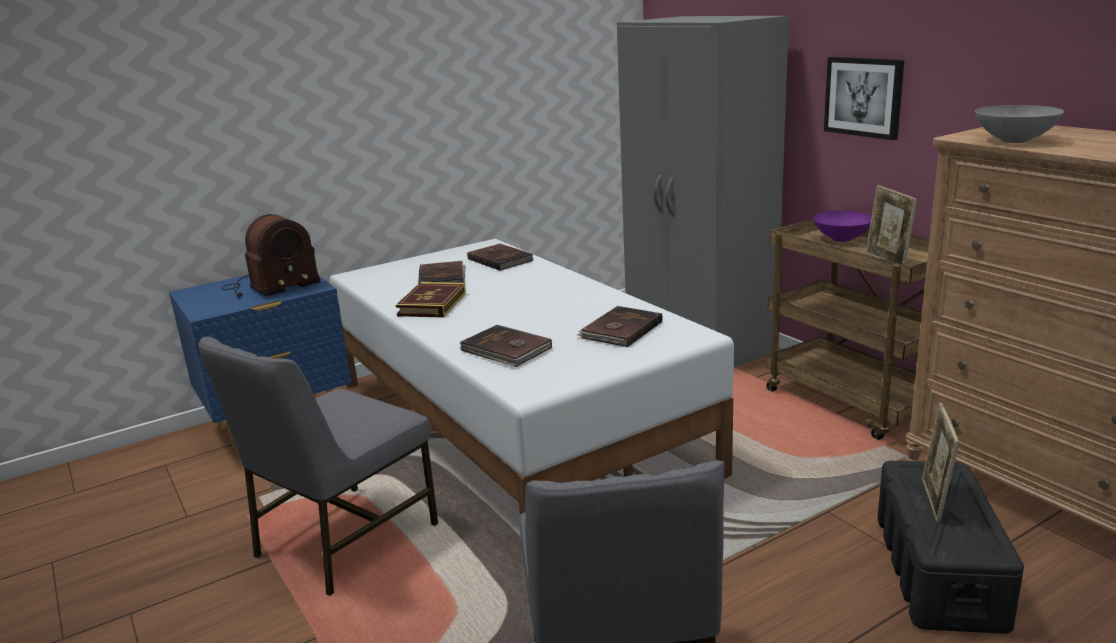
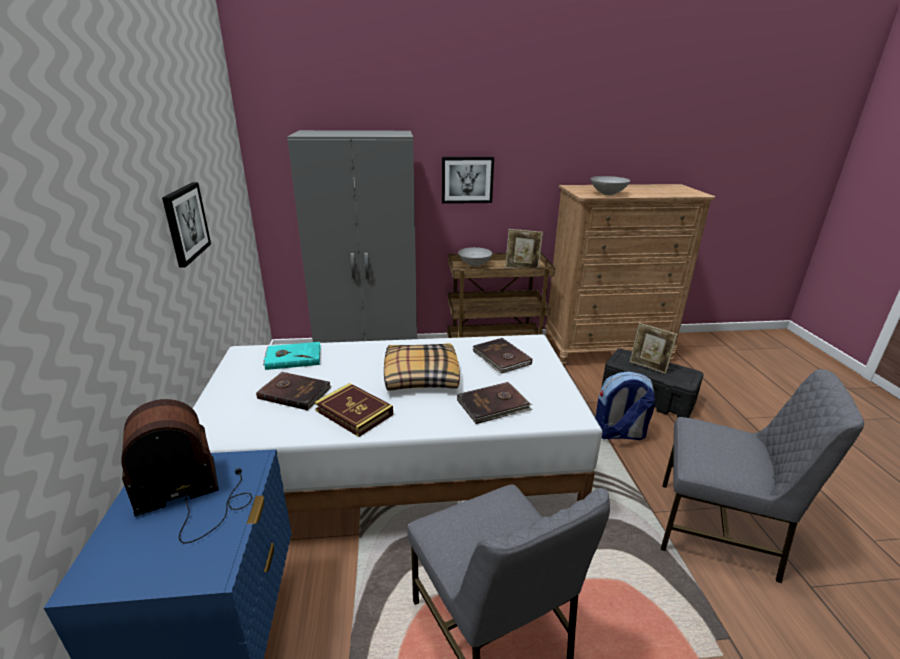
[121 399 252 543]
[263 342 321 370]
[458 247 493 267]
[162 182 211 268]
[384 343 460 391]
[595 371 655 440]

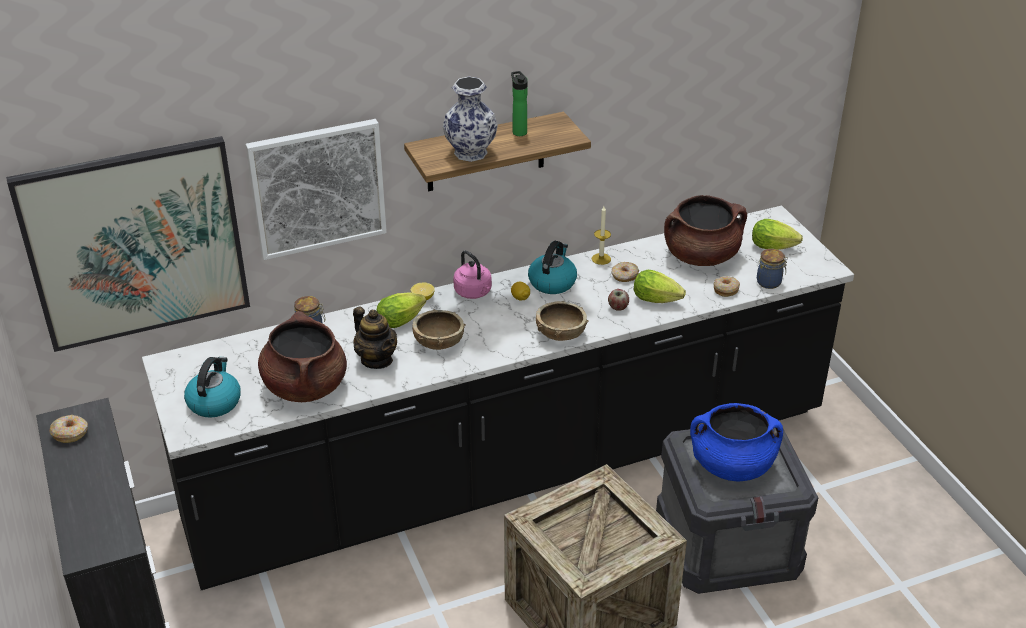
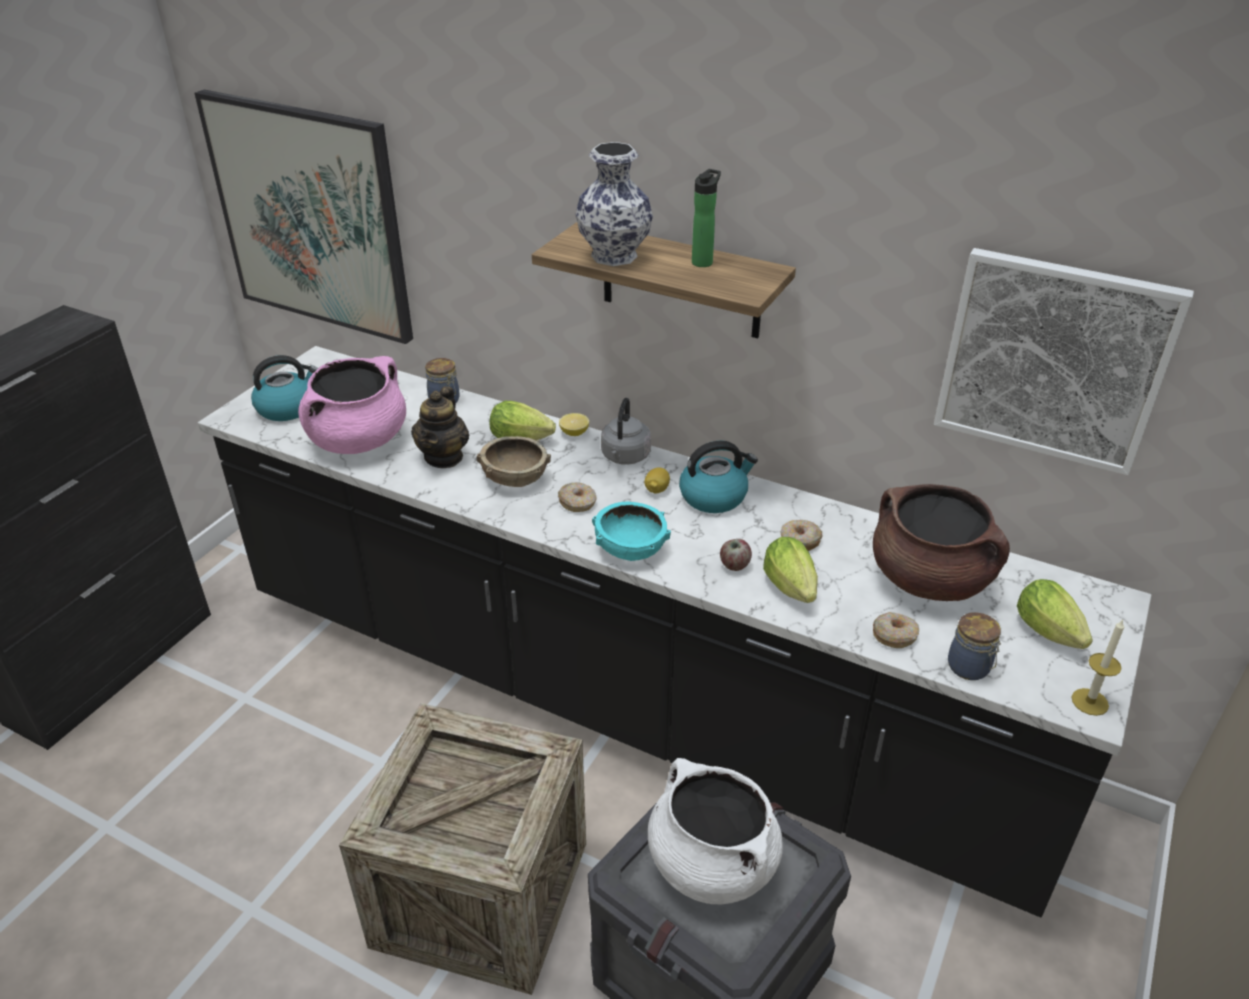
[558 482 597 512]
[934 248 1194 475]
[298 356 406 454]
[601 398 651 465]
[592 501 671 561]
[1072 619 1124 716]
[648 758 783 904]

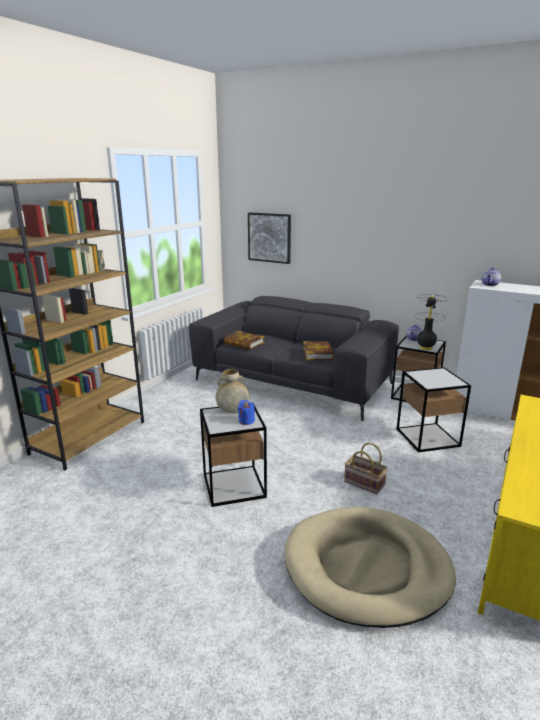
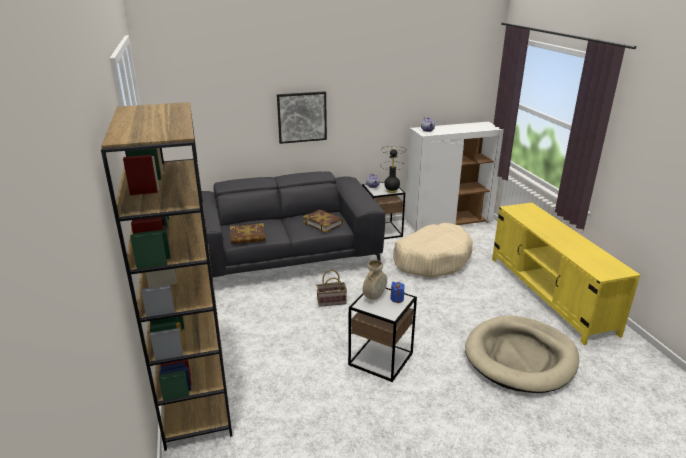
[277 91 327 144]
[316 270 347 307]
[393 223 473 277]

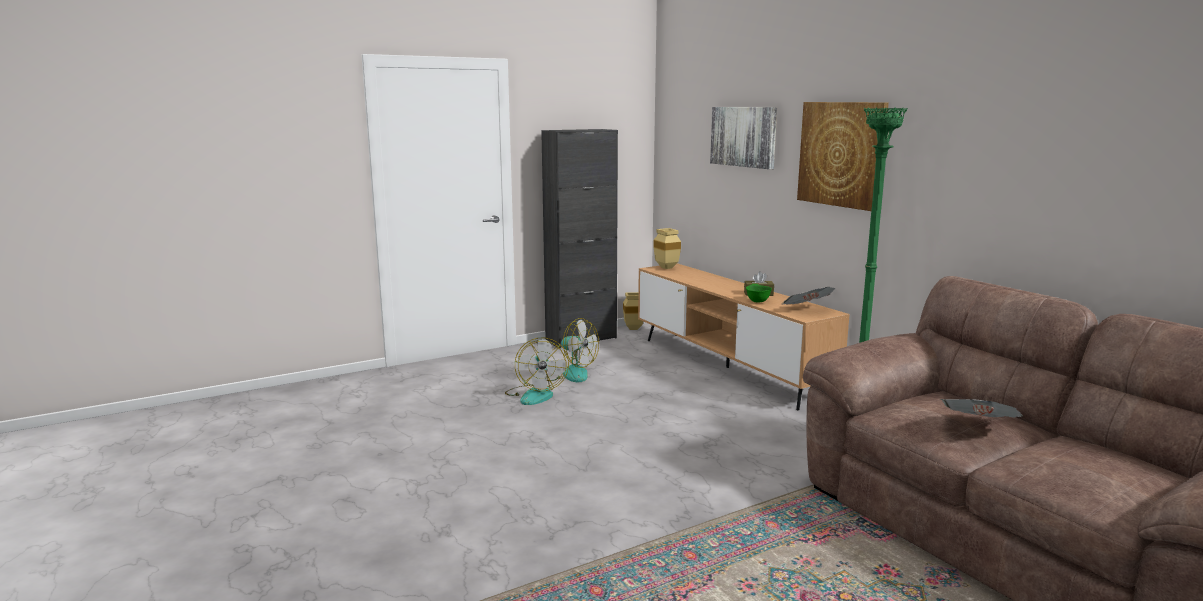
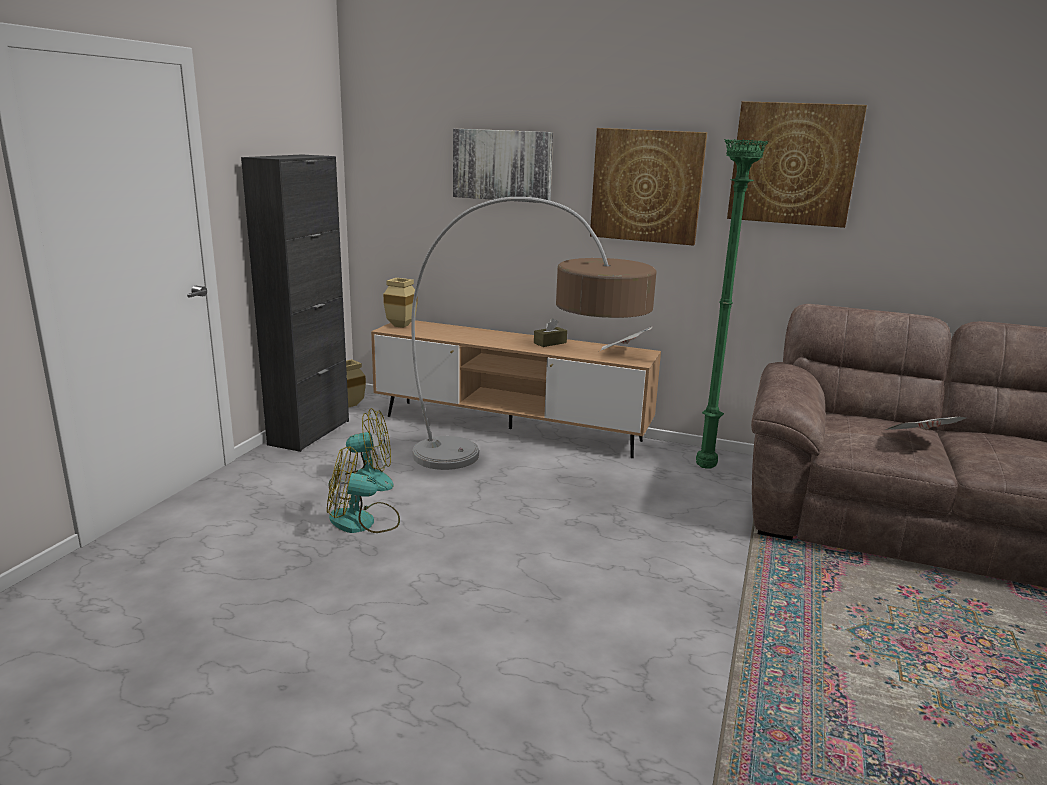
[327 446 400 533]
[746 284 772 302] (first image)
[411 197 656 470]
[727 101 867 228]

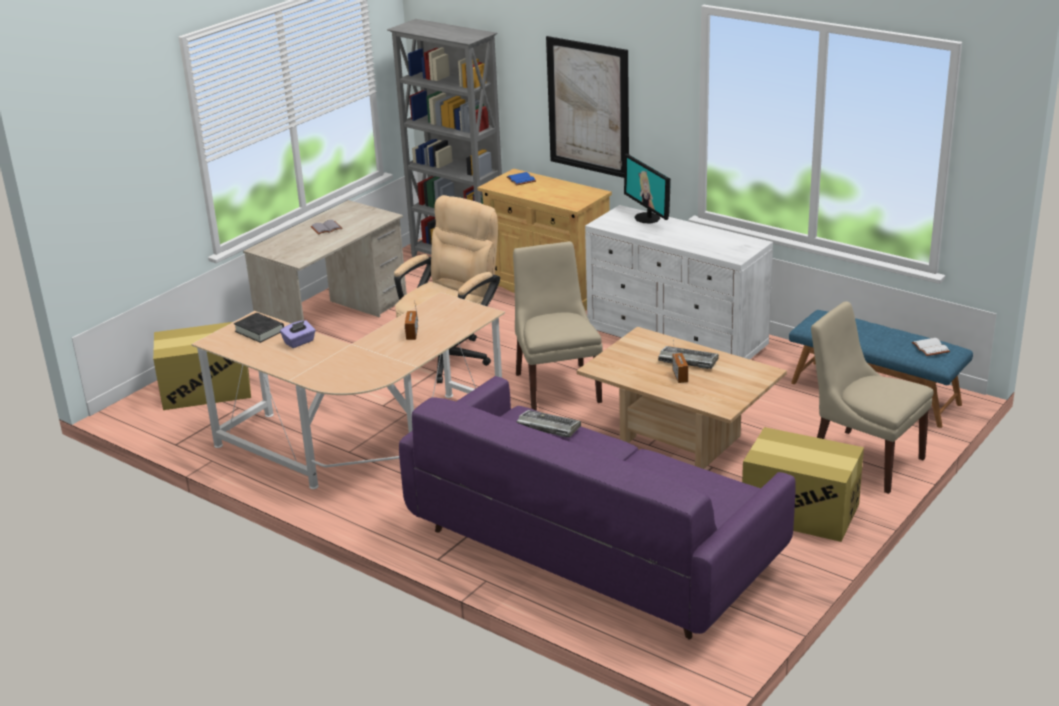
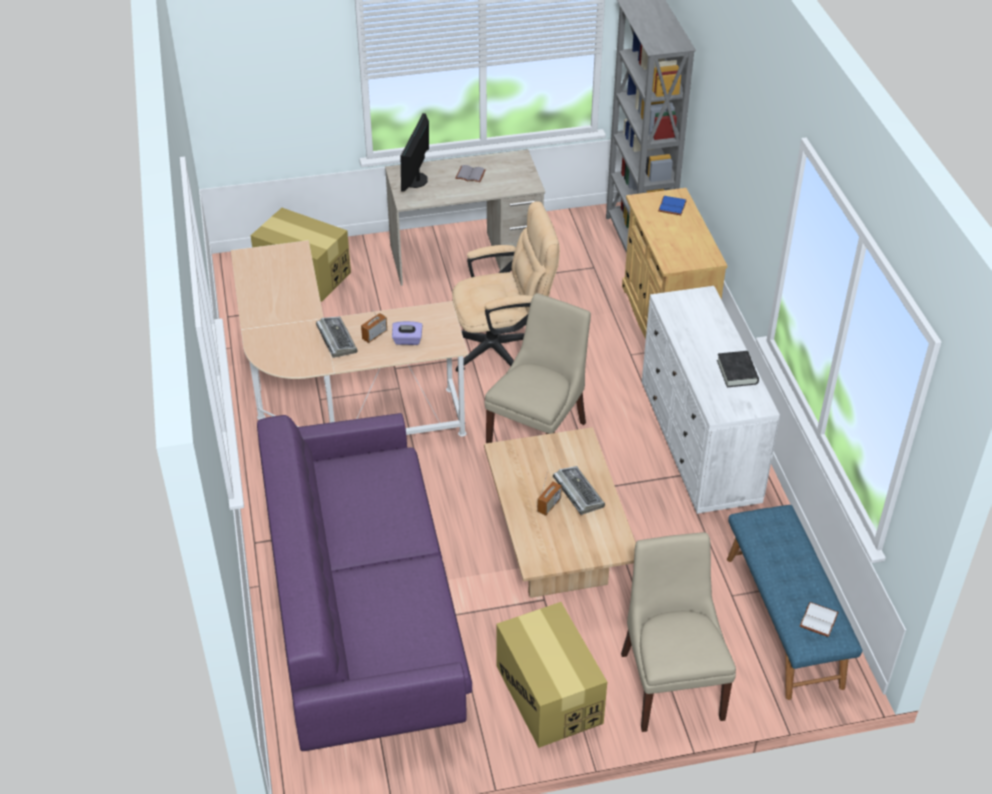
[717 351 759 387]
[392 321 423 345]
[316 317 357 358]
[546 36 629 178] (first image)
[401 113 429 192]

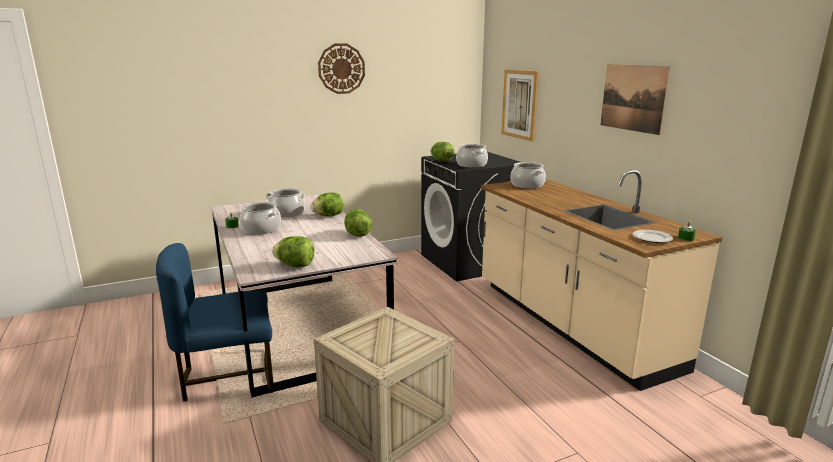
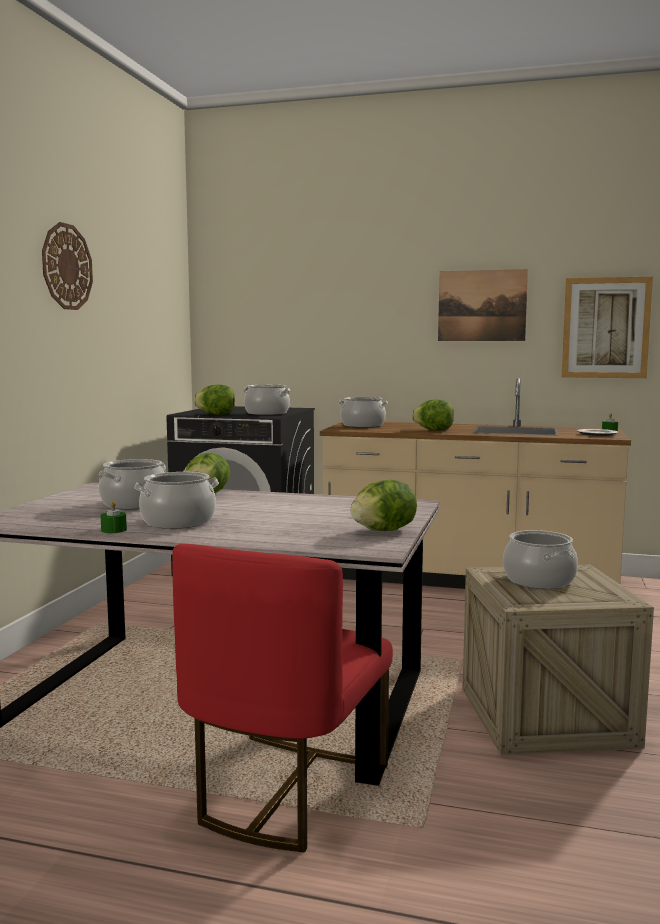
[172 544 393 852]
[412 400 454 430]
[562 277 653 378]
[503 530 578 589]

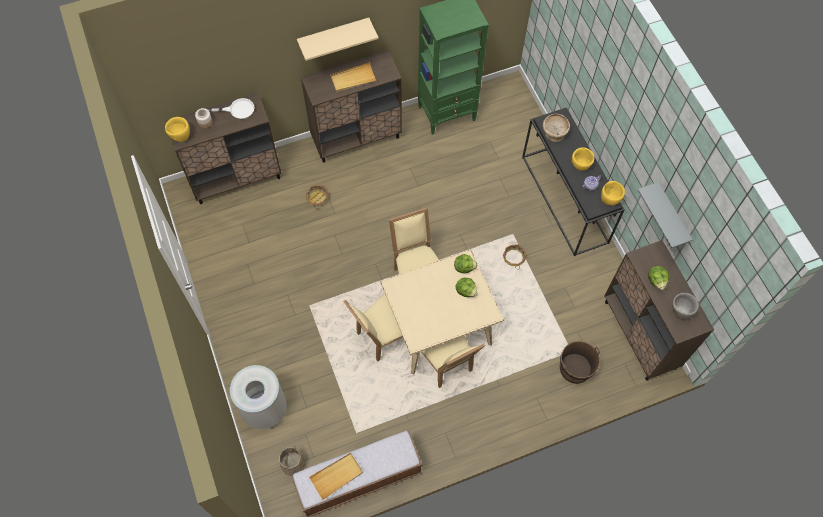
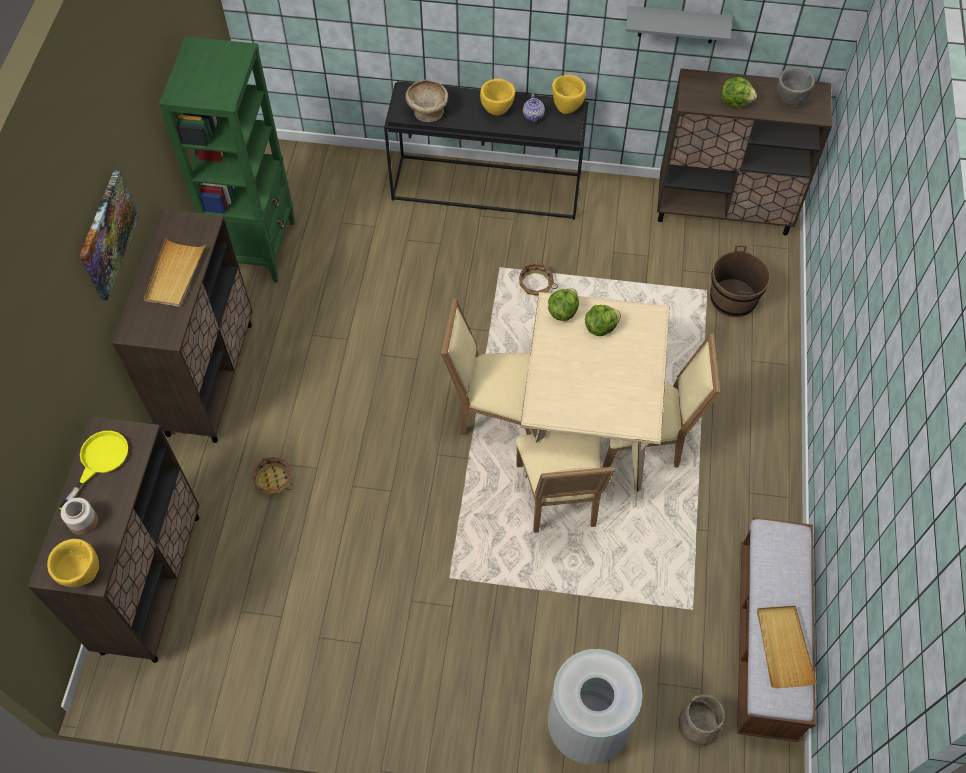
[58 431 128 510]
[79 170 139 301]

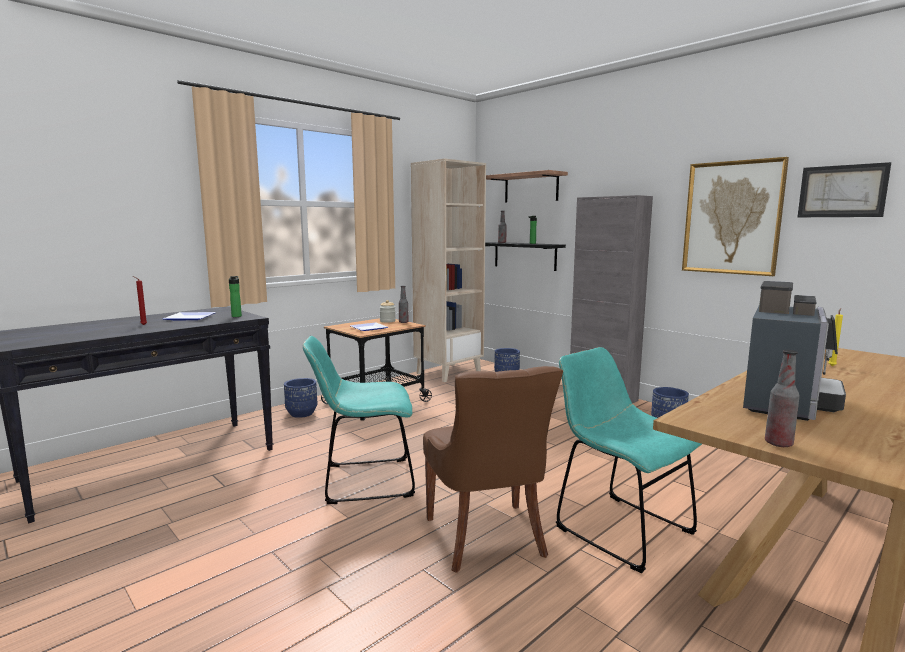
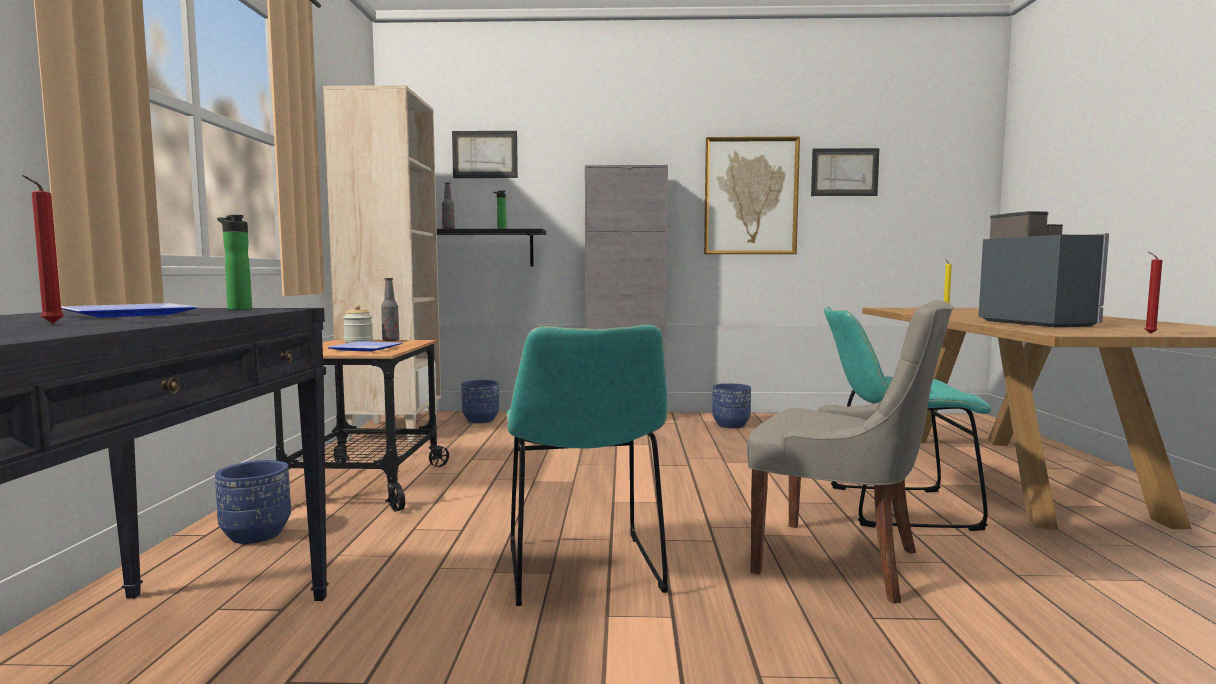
[506 325 668 606]
[747 300 954 603]
[452 131 518 178]
[1145 252 1162 334]

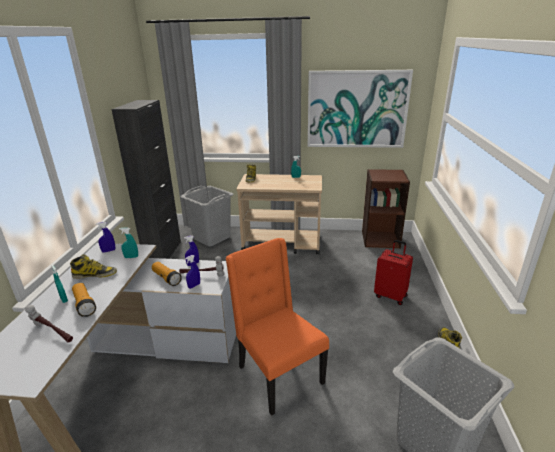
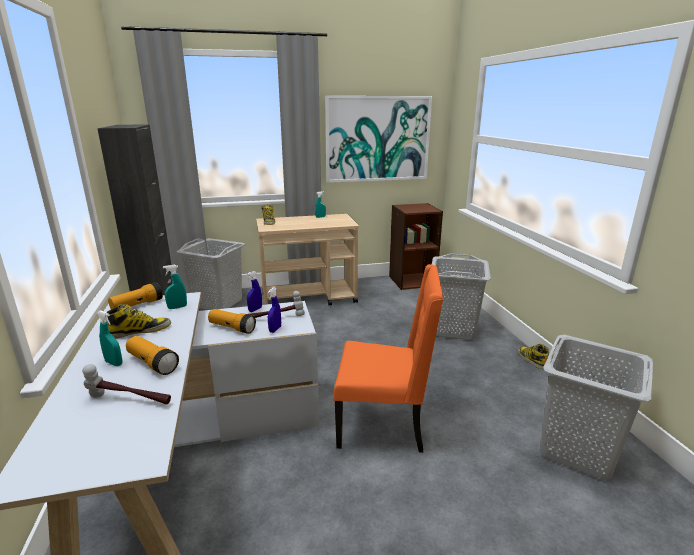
[108 282 163 309]
[333 264 443 453]
[432 254 491 340]

